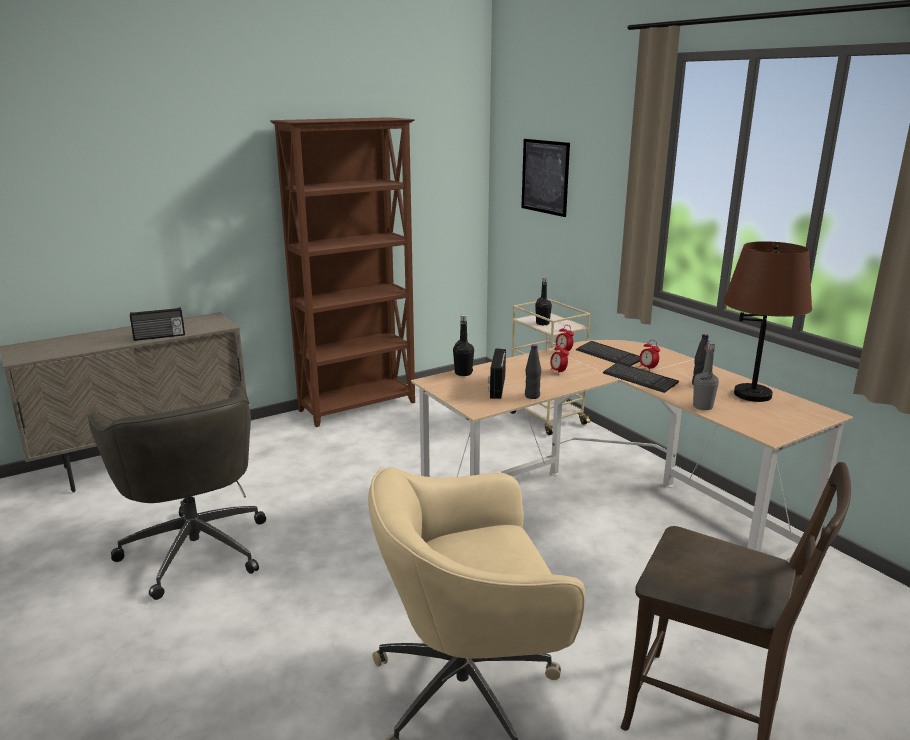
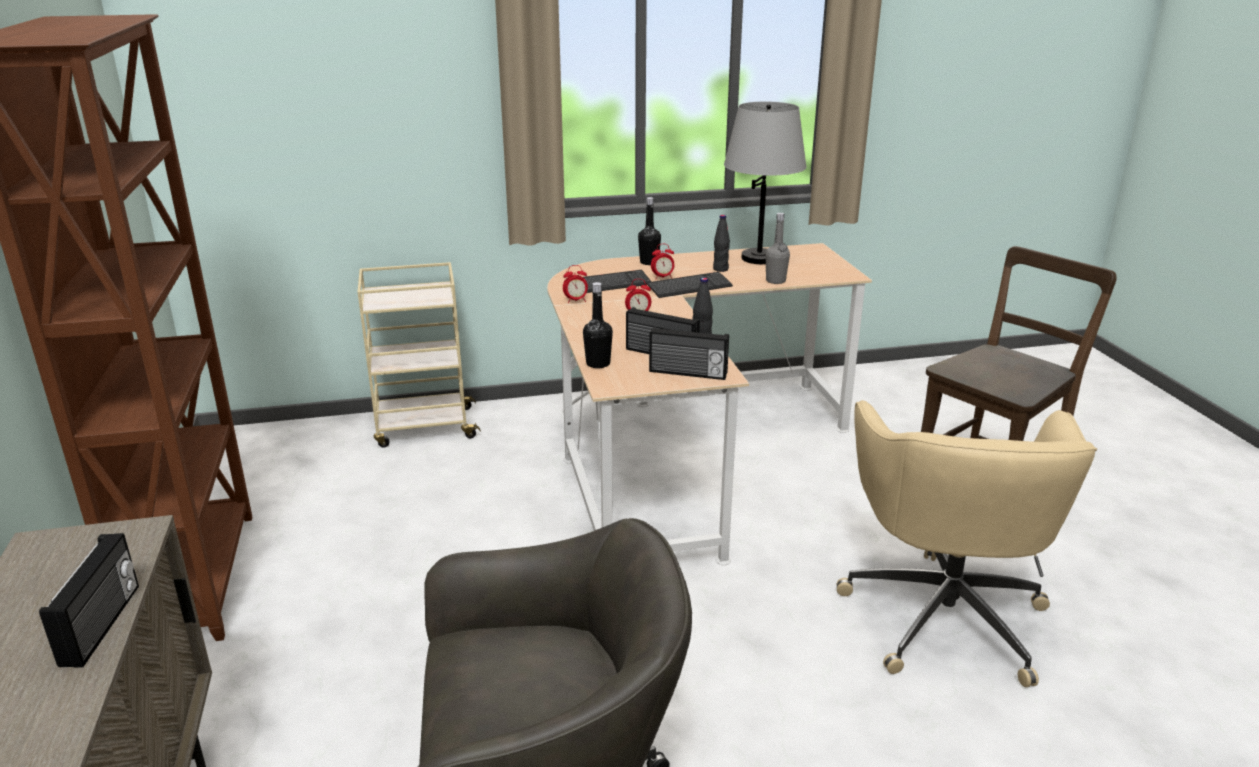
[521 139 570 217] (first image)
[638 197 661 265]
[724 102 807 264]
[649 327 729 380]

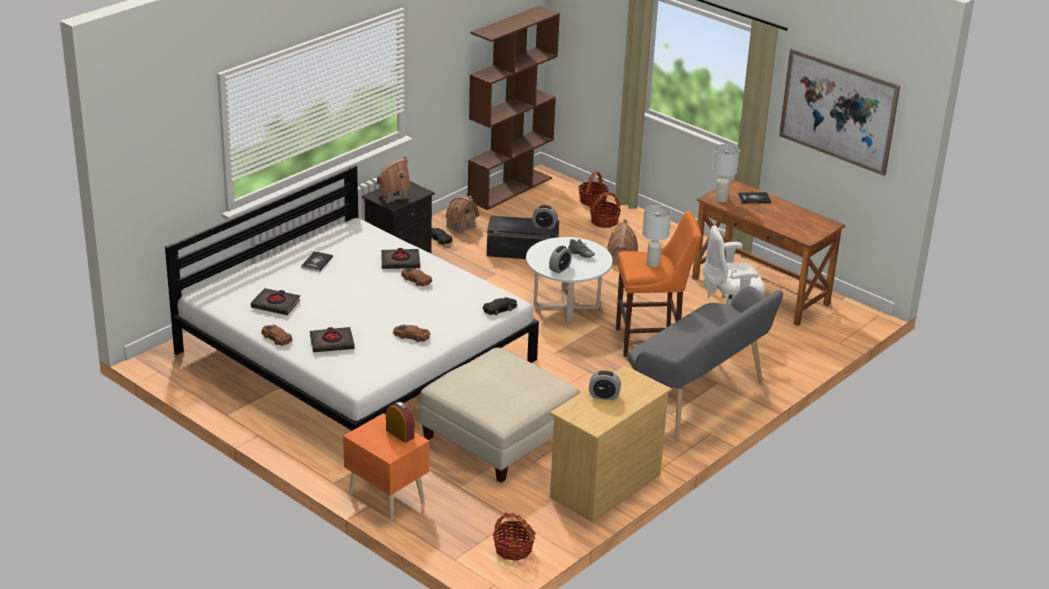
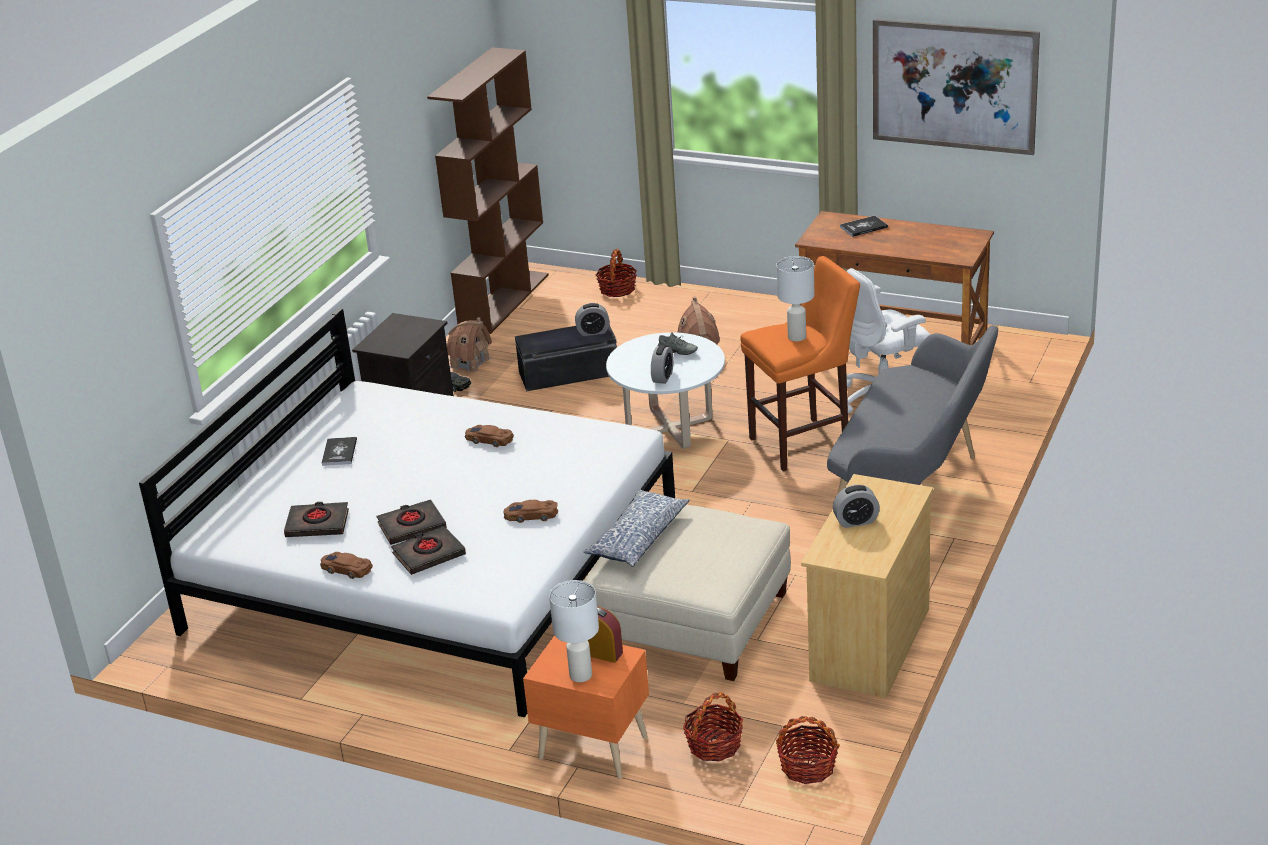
[377 155 410 203] (first image)
[376 499 447 545]
[483 297 517 315] (first image)
[683 692 743 761]
[549 580 599 682]
[584 489 690 567]

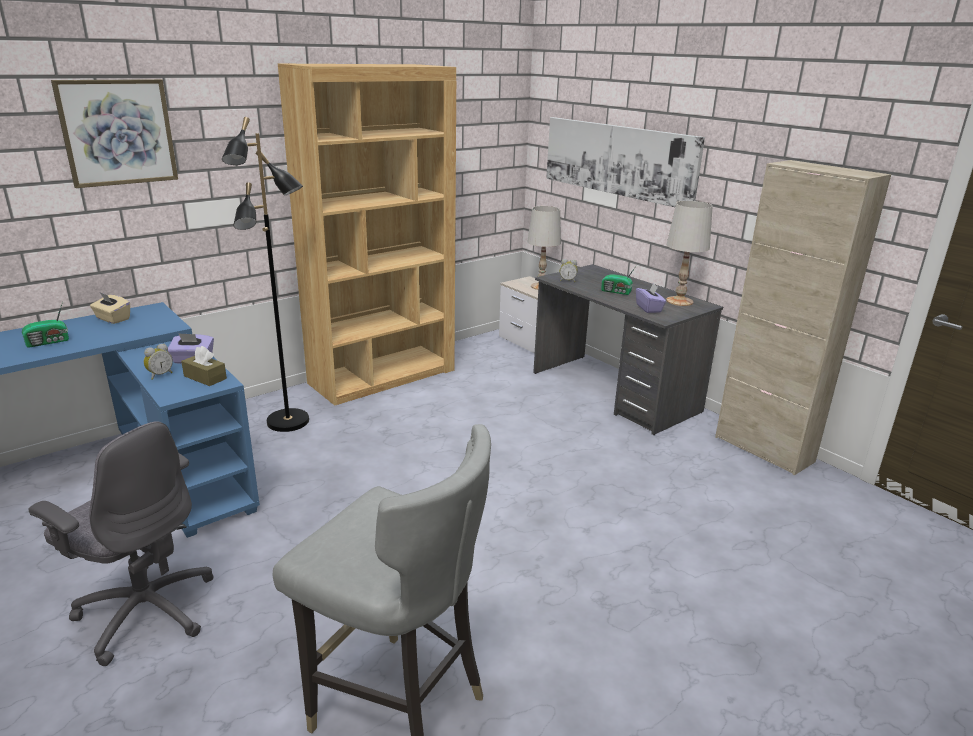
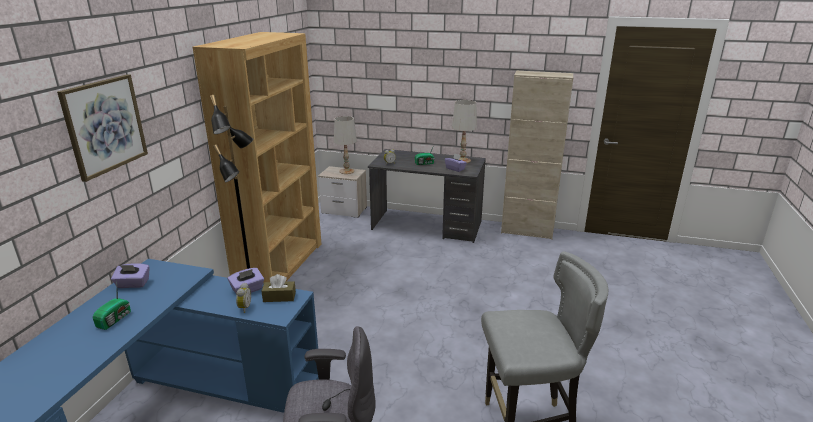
[111 263 150 288]
[546 117 705 207] (first image)

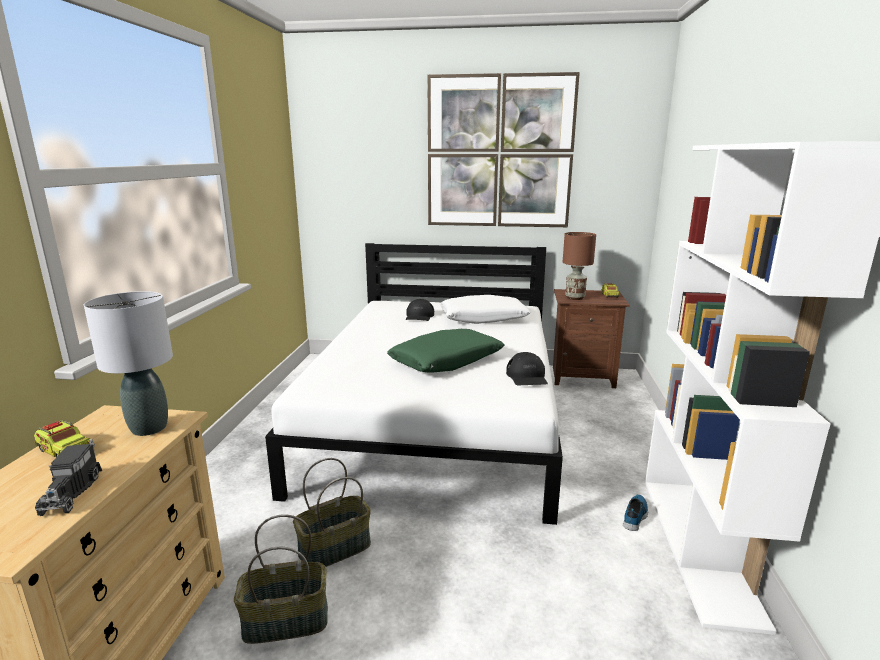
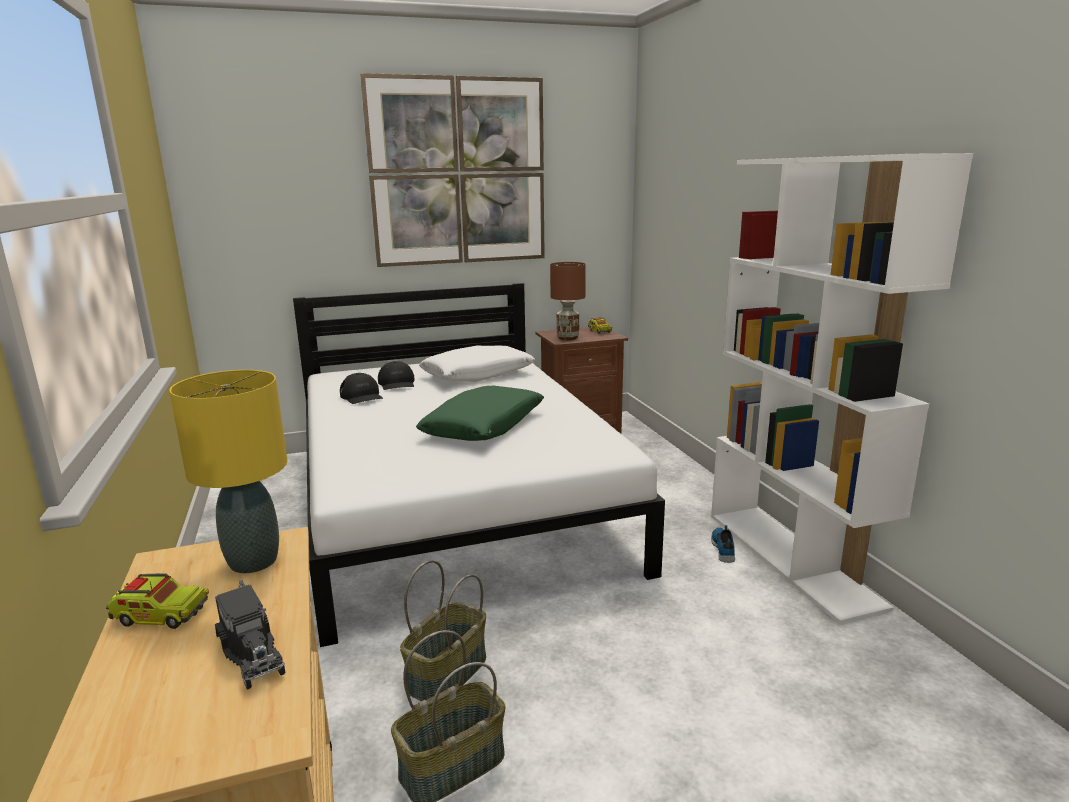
[169 370 287 573]
[340 373 383 404]

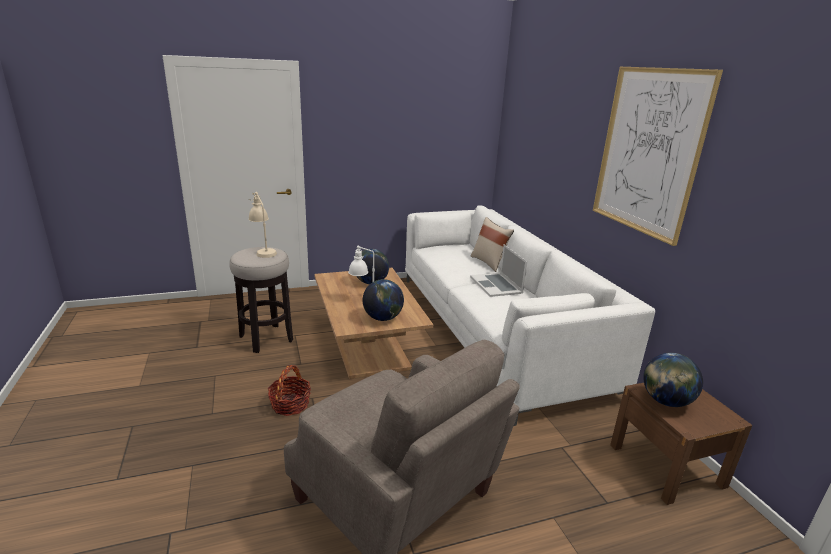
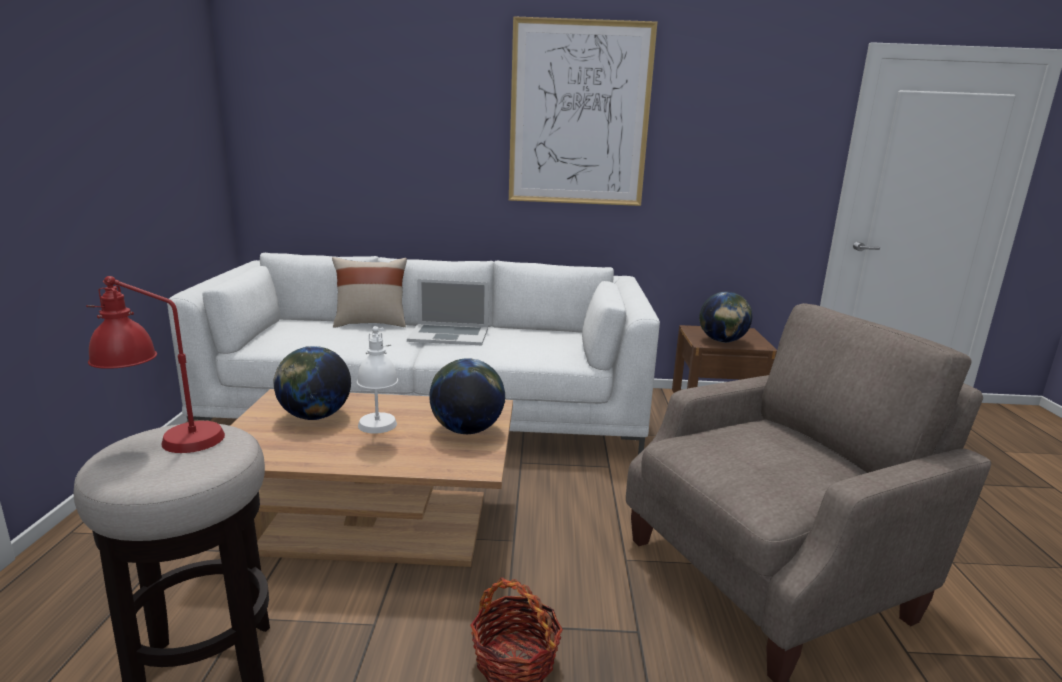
[86 276 225 453]

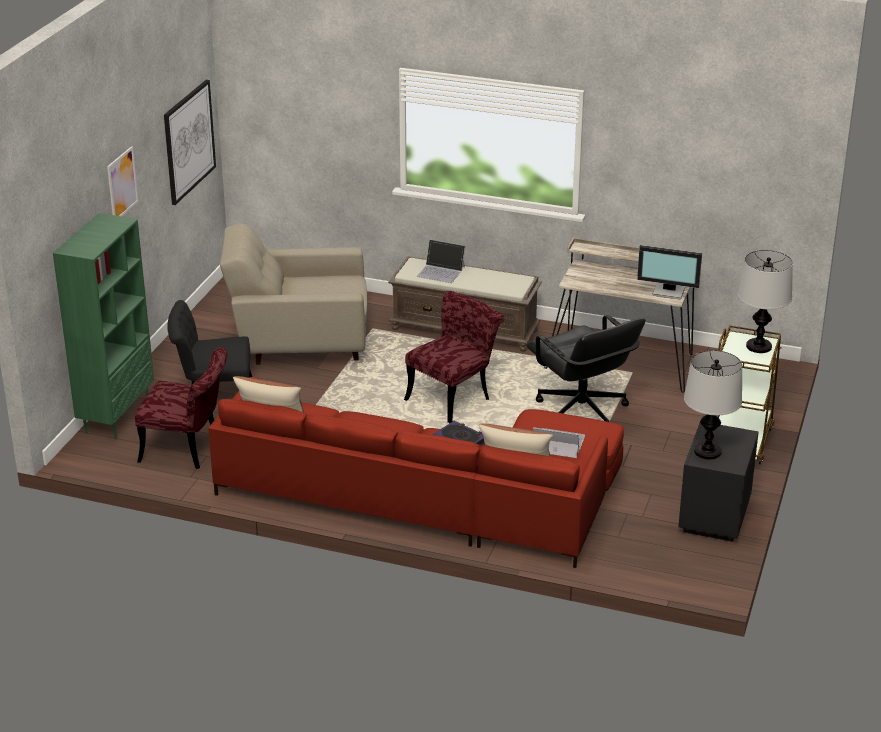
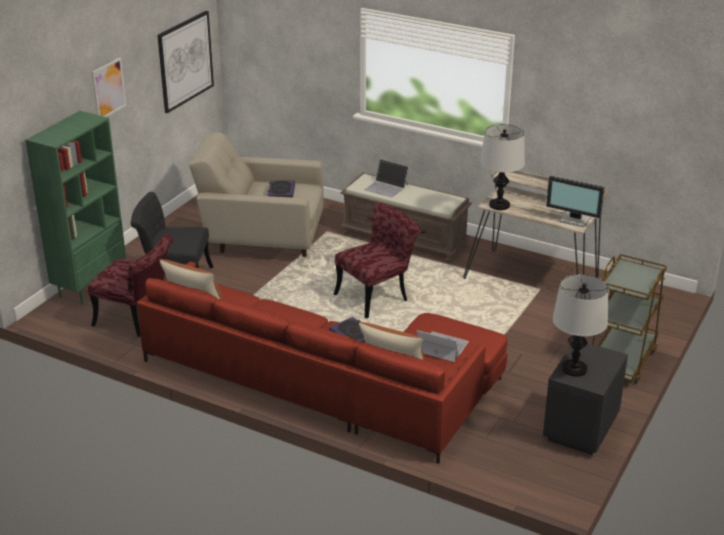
[527 315 645 422] (first image)
[480 124 525 210]
[268 180 295 197]

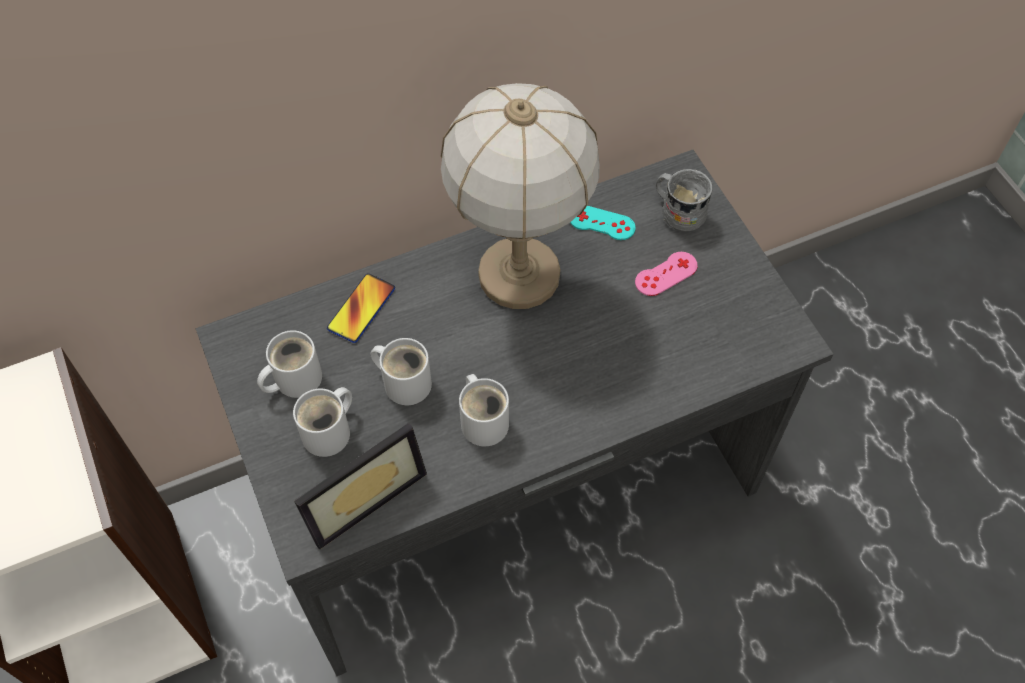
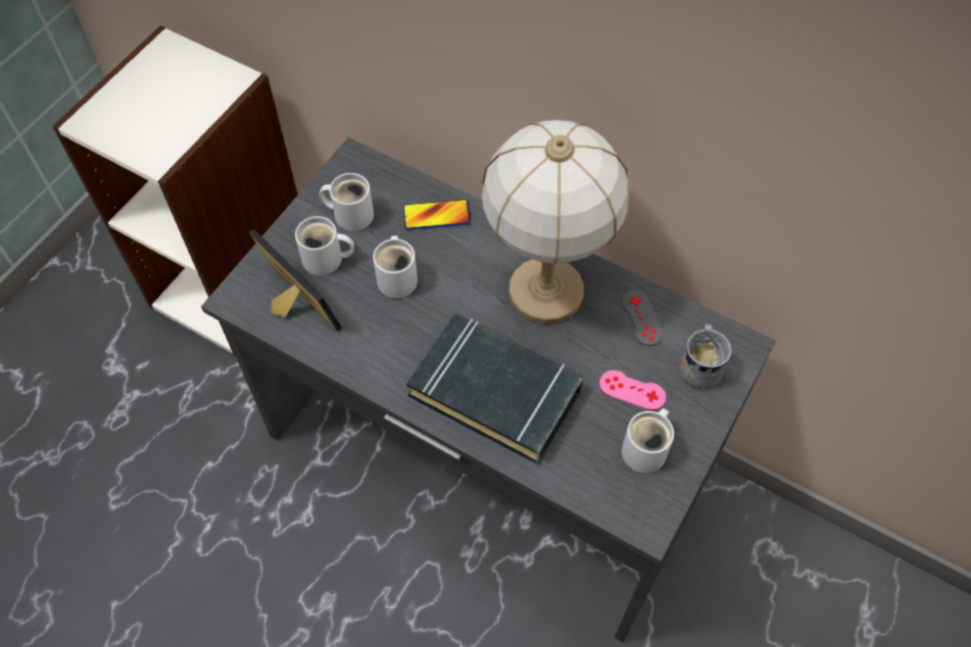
[249 230 342 331]
[622 408 674 473]
[621 290 663 346]
[407 314 583 464]

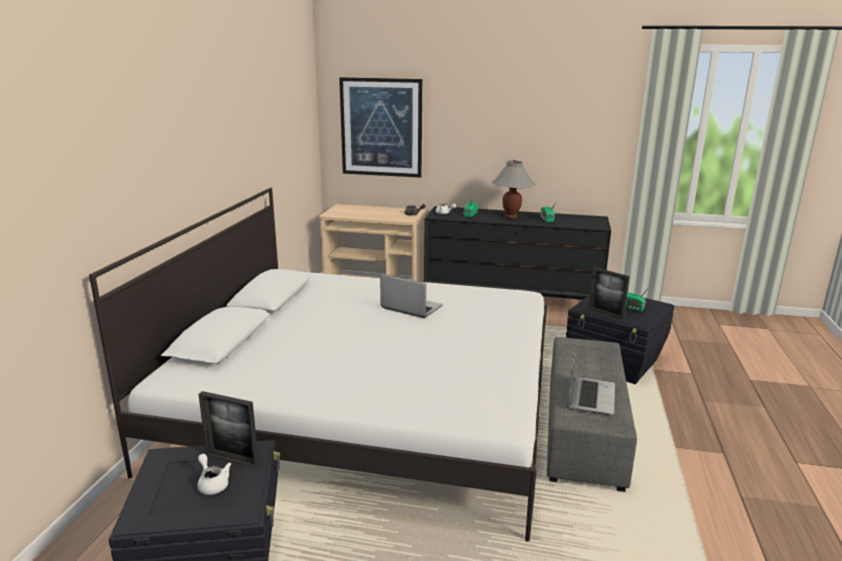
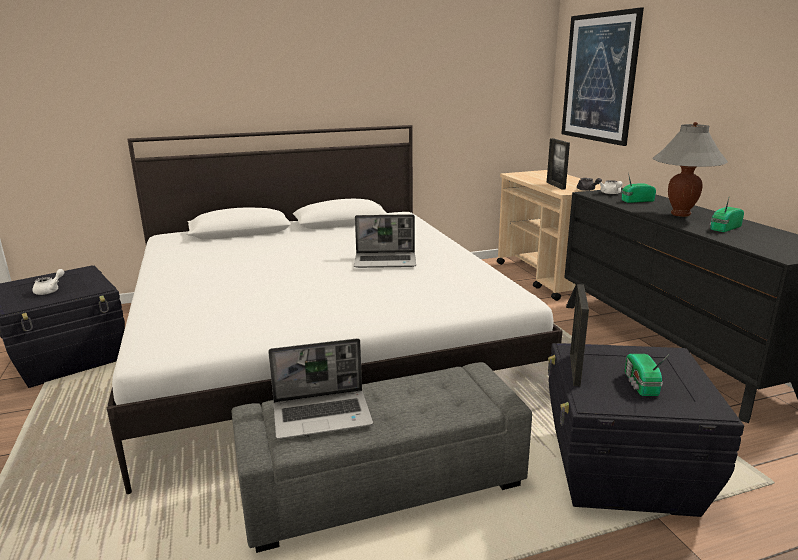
[547 138 570 190]
[354 214 416 268]

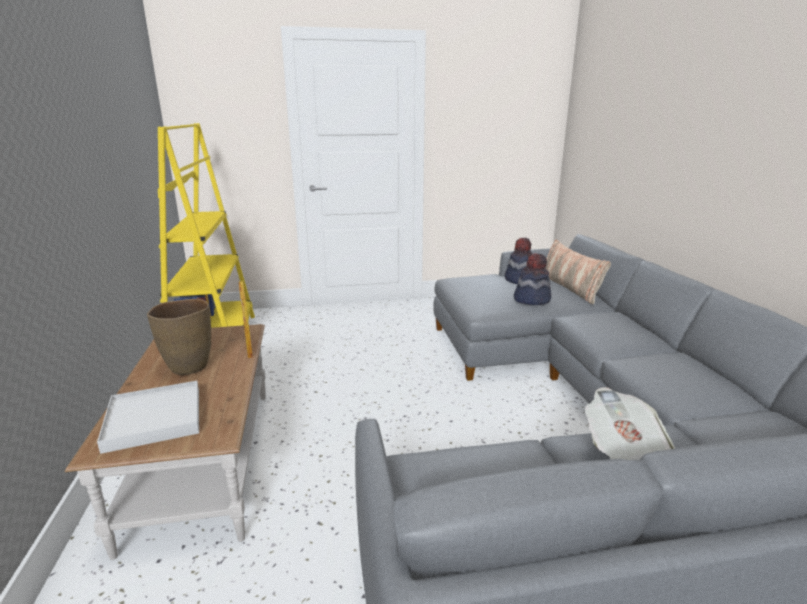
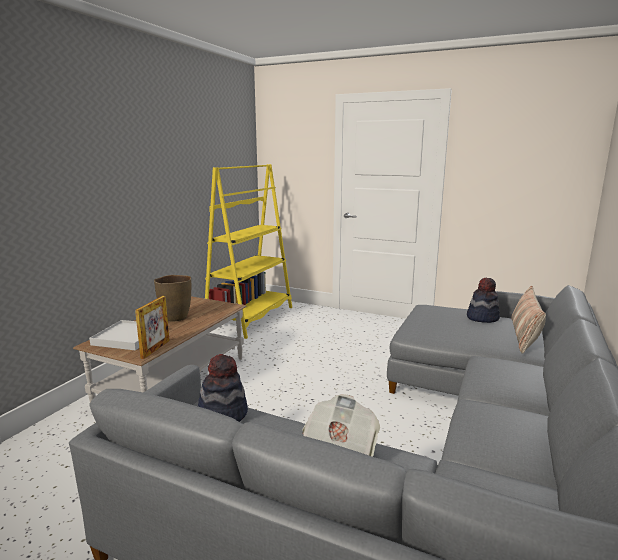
[135 296 170 359]
[198 354 248 422]

